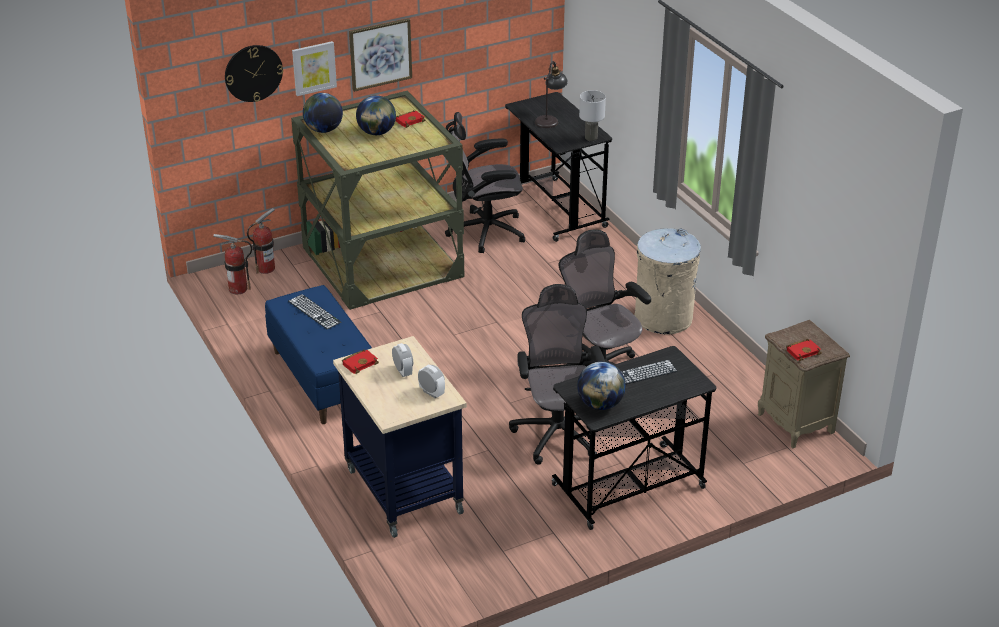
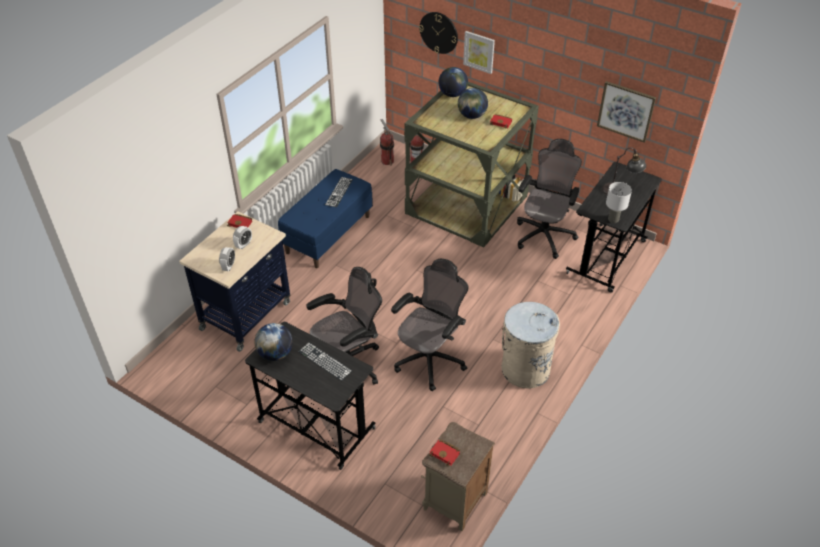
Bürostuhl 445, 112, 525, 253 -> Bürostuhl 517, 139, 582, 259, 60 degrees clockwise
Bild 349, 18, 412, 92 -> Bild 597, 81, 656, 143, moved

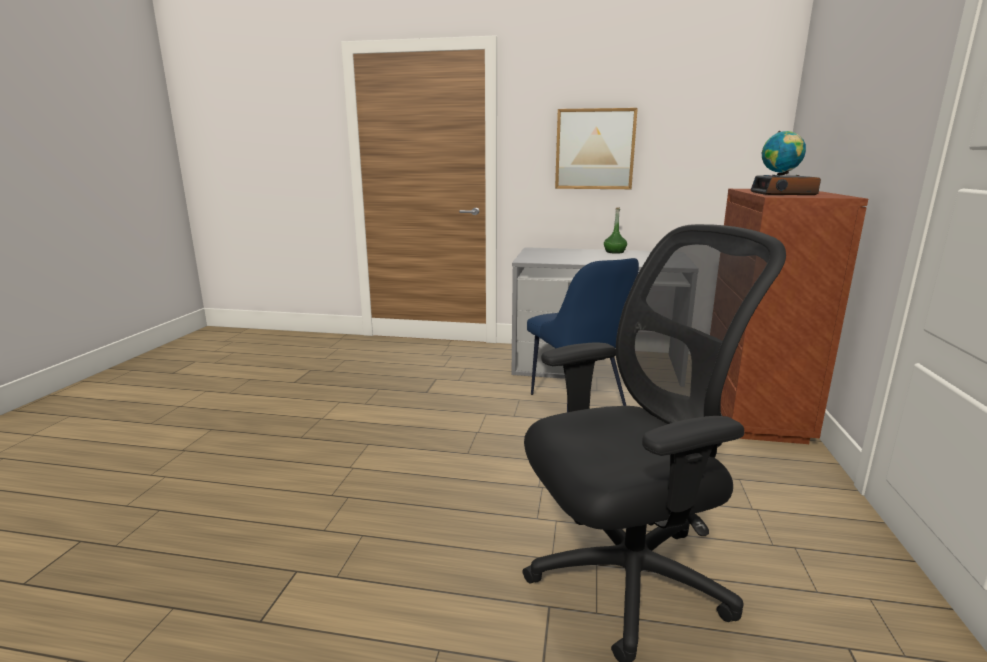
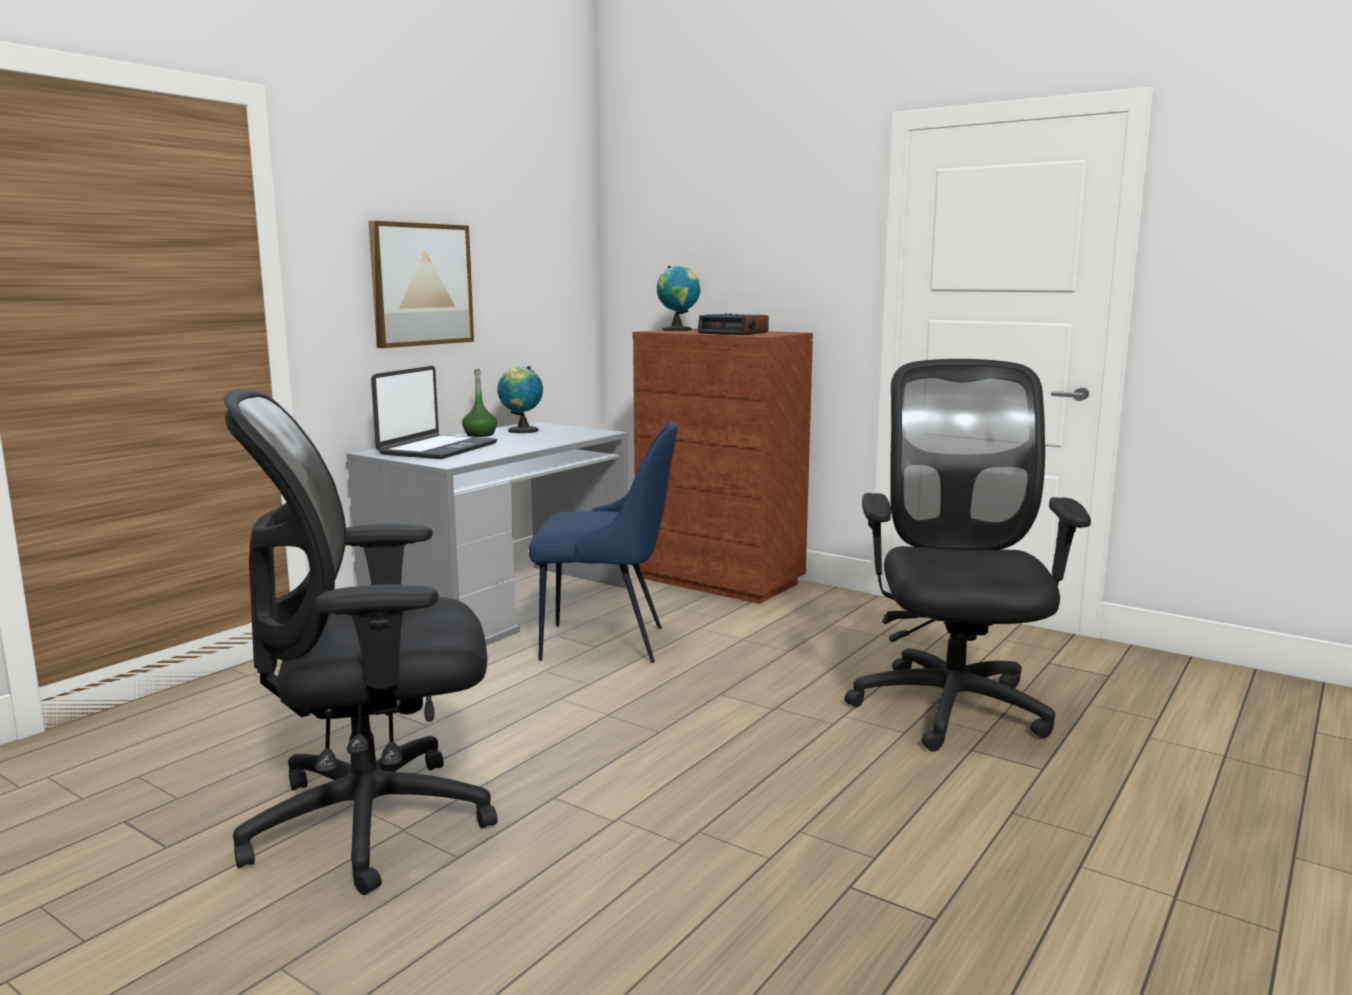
none -> Bürostuhl/schwarz 223, 390, 498, 895
none -> Laptop 371, 366, 497, 459
none -> Globus 497, 366, 543, 433

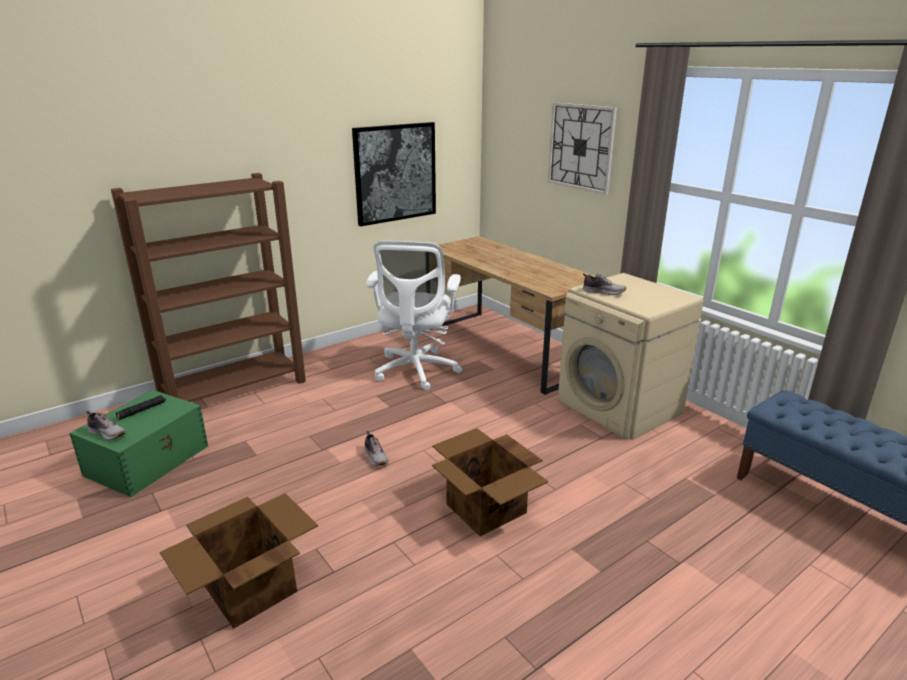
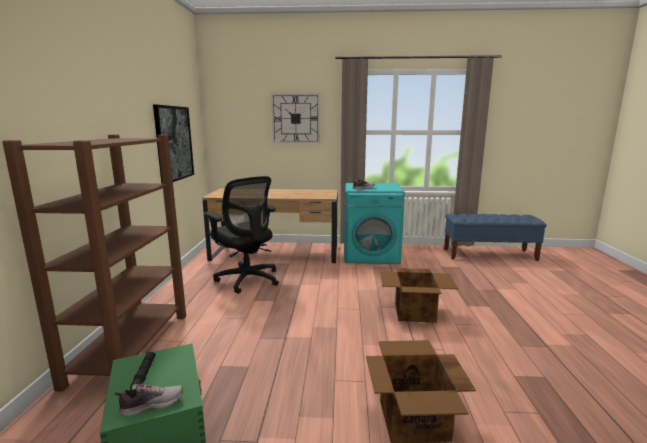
Bürostuhl/weiß 366, 241, 462, 390 -> Bürostuhl/schwarz 204, 176, 279, 294
Waschmaschine/beige 558, 273, 704, 440 -> Waschmaschine/türkis 344, 183, 405, 264
Schuh 364, 431, 388, 466 -> none

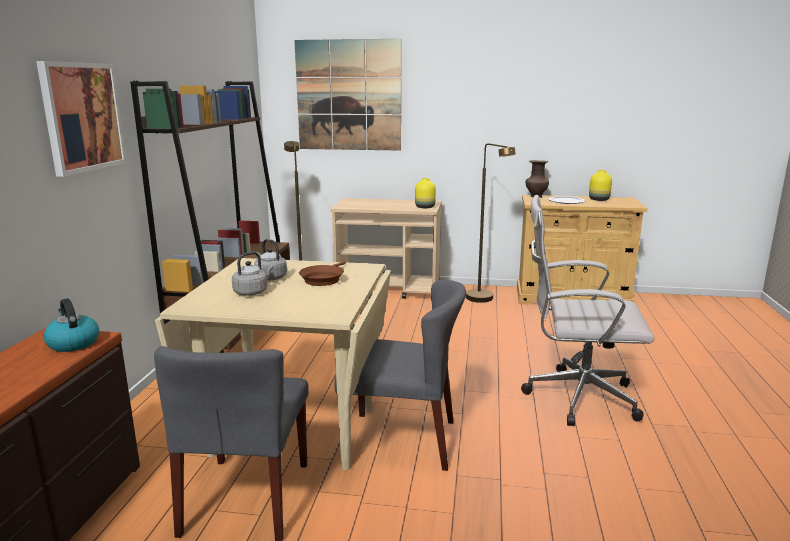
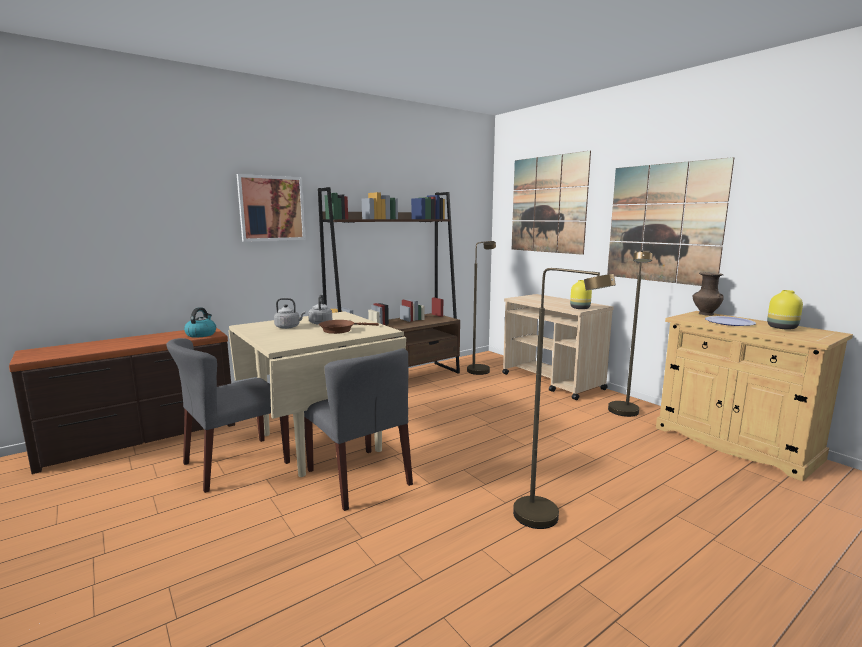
Bürostuhl/weiß 521, 195, 654, 426 -> Stehlampe/braun 513, 268, 616, 529
none -> Bild 607, 157, 734, 286

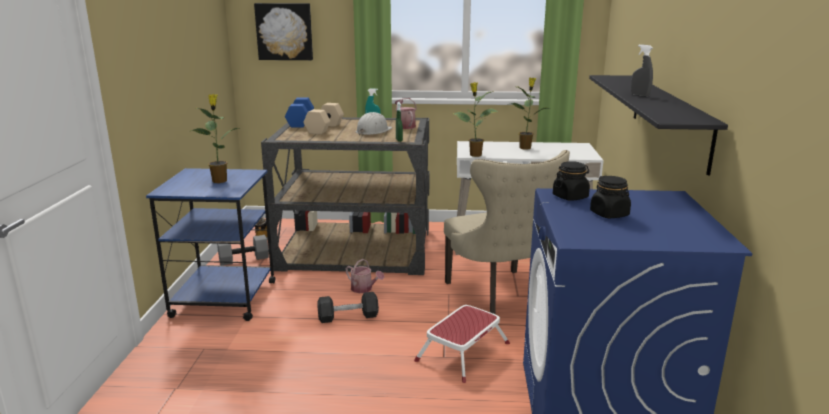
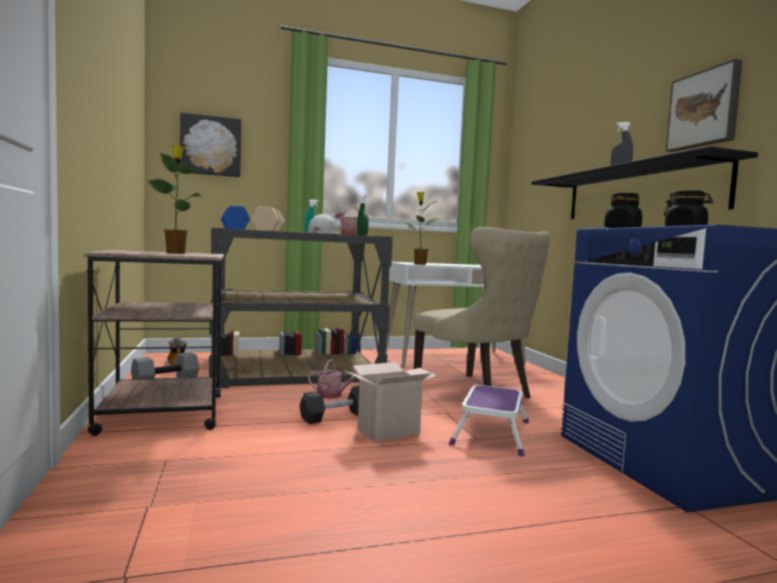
Rollwagen/blau 146, 168, 275, 321 -> Rollwagen/braun 84, 250, 224, 436
none -> Karton 344, 362, 438, 442
Trittleiter/rot 414, 305, 510, 383 -> Trittleiter/lila 449, 385, 529, 457
none -> Bild 666, 59, 743, 152
Topfpflanze 511, 77, 551, 150 -> none

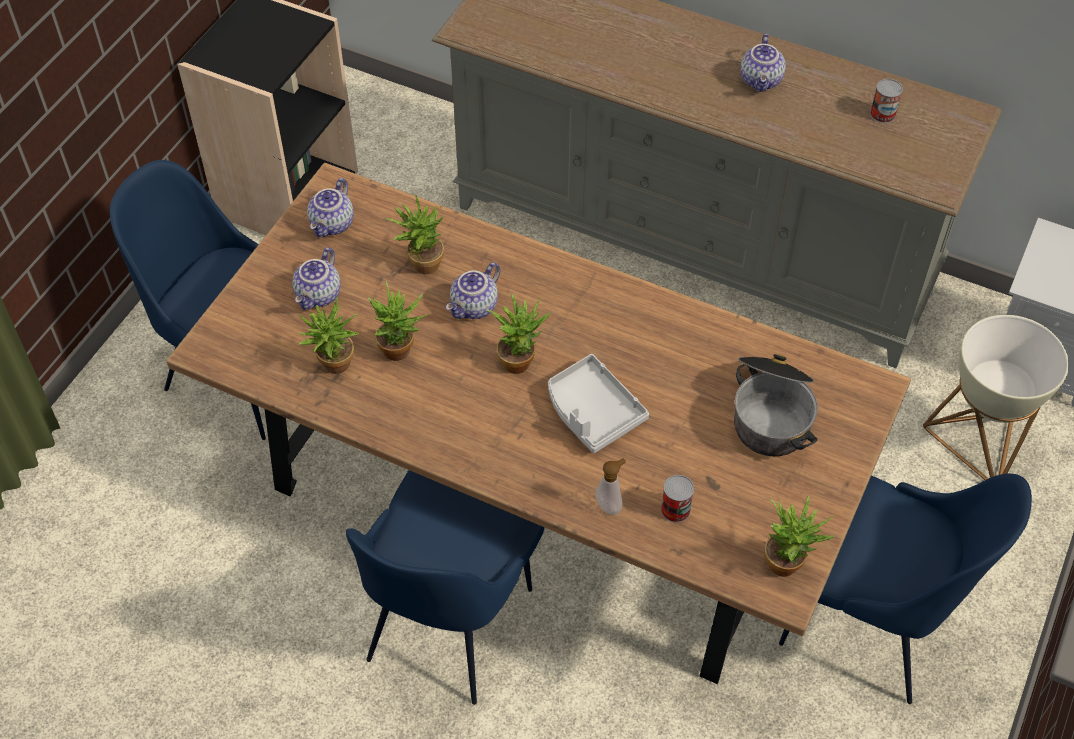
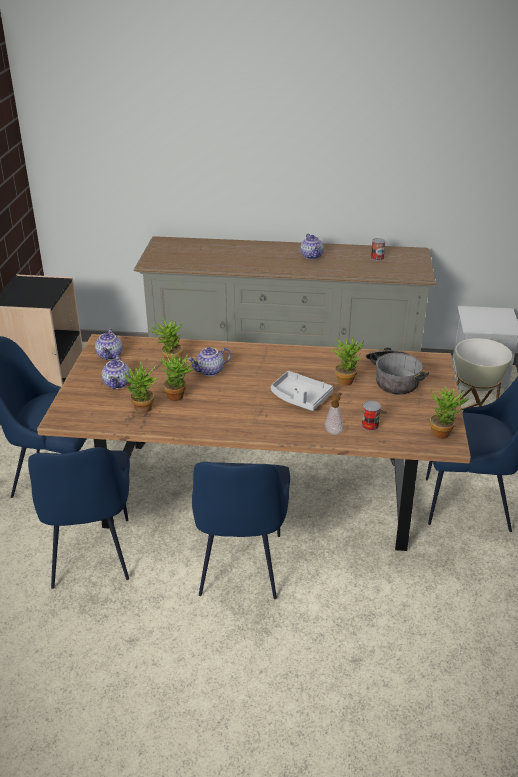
none -> Stuhl/blau 28, 447, 130, 589
Teekanne 446, 262, 500, 319 -> Teekanne 187, 347, 231, 376, 45 degrees clockwise
Topfpflanze 487, 293, 551, 374 -> Topfpflanze 331, 338, 364, 386, moved

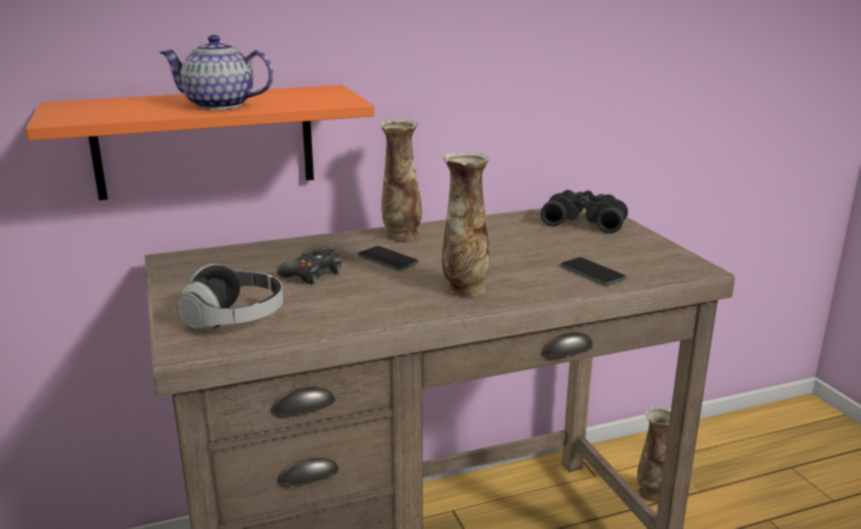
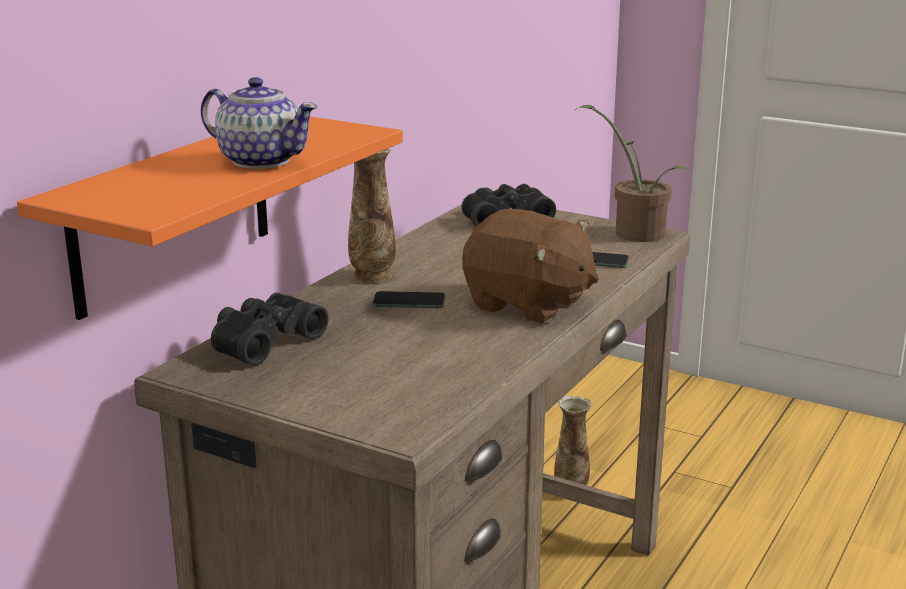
Teekanne 160, 35, 274, 110 -> Teekanne 201, 77, 317, 169, 120 degrees counterclockwise
none -> Fernglas/schwarz 211, 292, 329, 366
Vase 442, 152, 490, 297 -> Plüschtier/braun 462, 209, 599, 323
none -> Topfpflanze 575, 105, 690, 242
Kopfhörer 177, 264, 283, 330 -> none
Gamepad/schwarz 277, 247, 341, 284 -> none

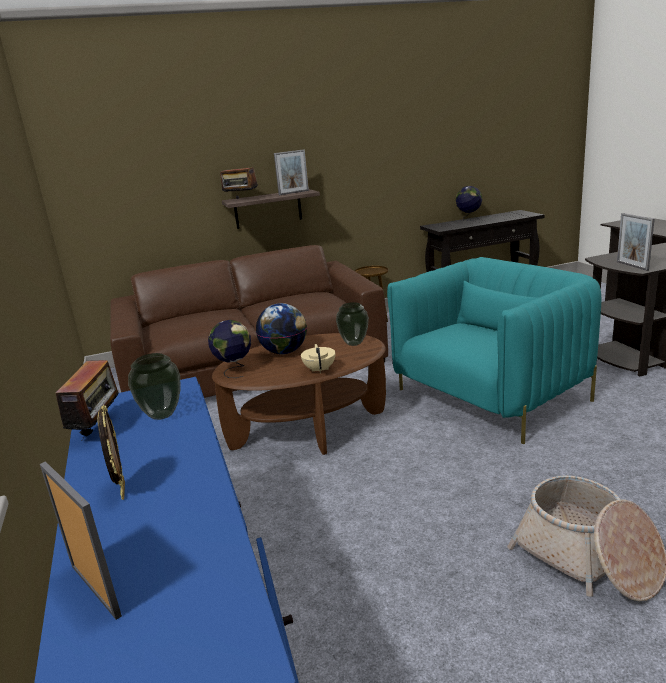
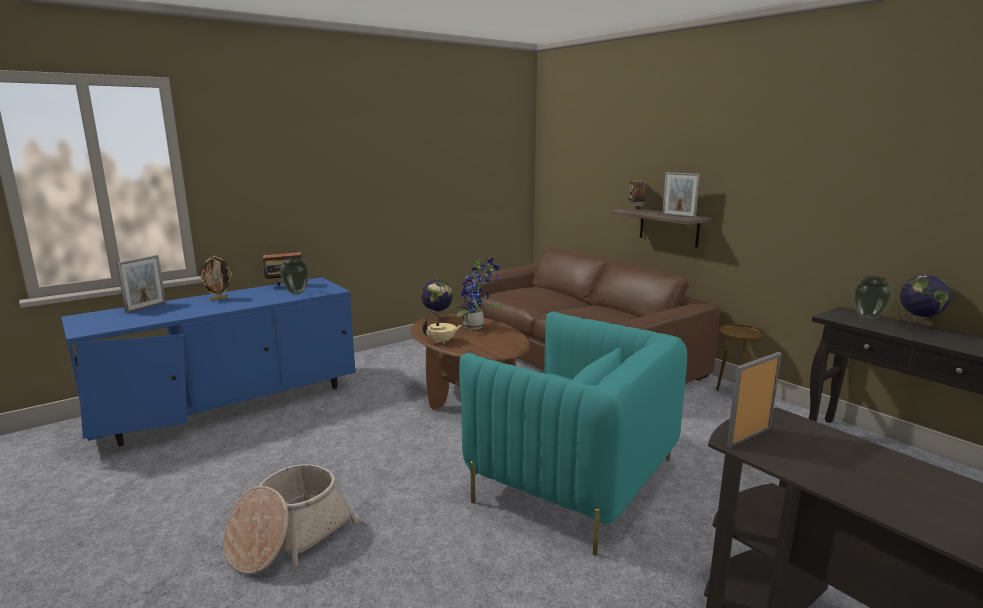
Globus 256, 303, 307, 354 -> Topfpflanze 451, 258, 503, 330
Vase 336, 302, 369, 346 -> Vase 854, 276, 892, 320, moved

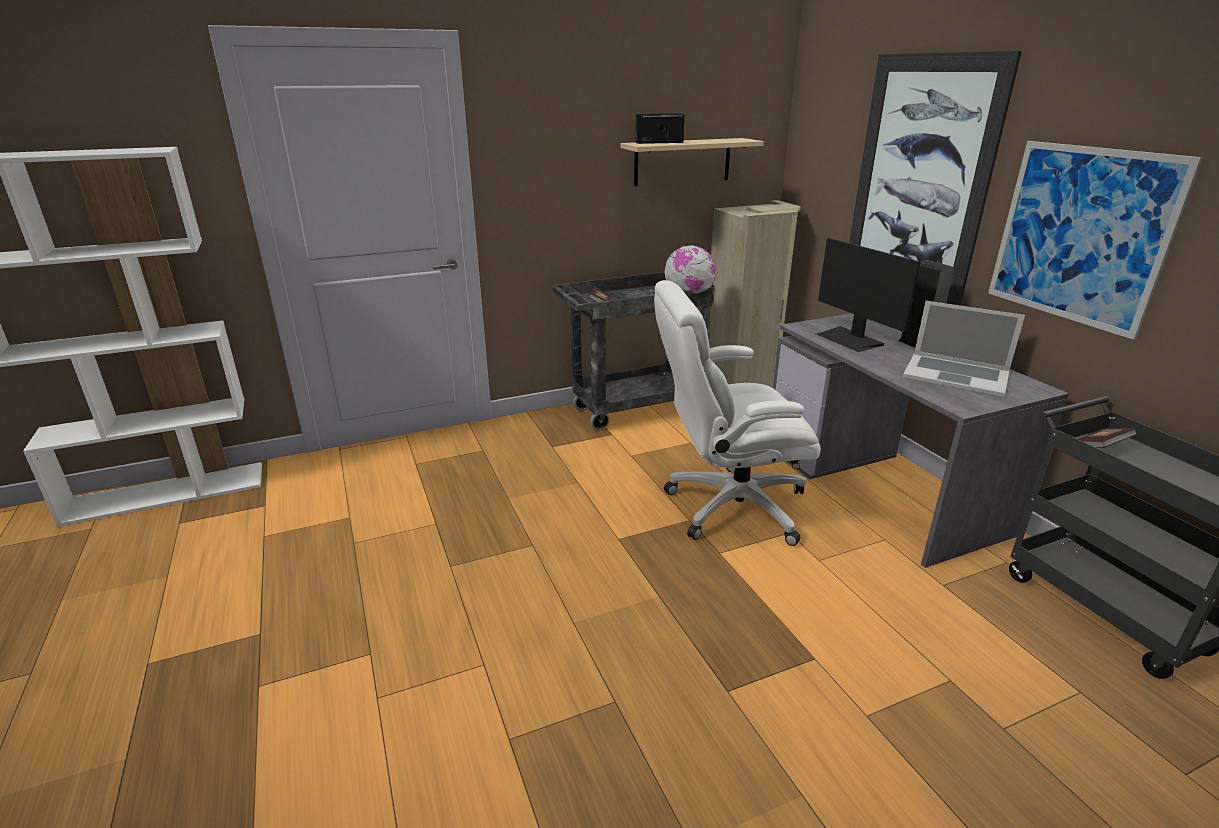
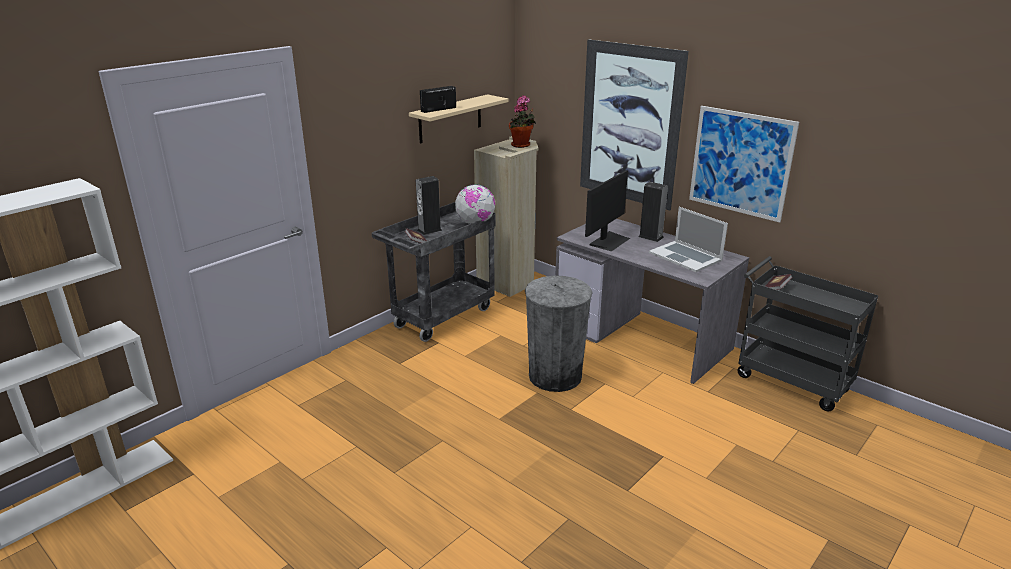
none -> Lautsprecher 416, 176, 442, 235
none -> Topfpflanze 509, 95, 536, 148
Bürostuhl/weiß 654, 280, 821, 546 -> Mülleimer/grau 525, 276, 593, 392
Monitor 816, 238, 921, 352 -> Monitor 585, 170, 630, 251, 90 degrees counterclockwise
Laptop 903, 301, 1025, 397 -> Laptop 649, 207, 728, 272, 45 degrees clockwise

